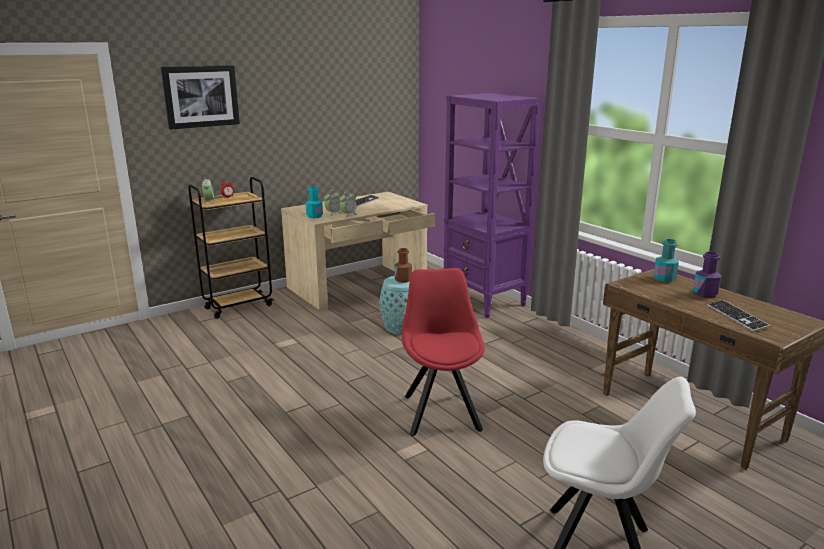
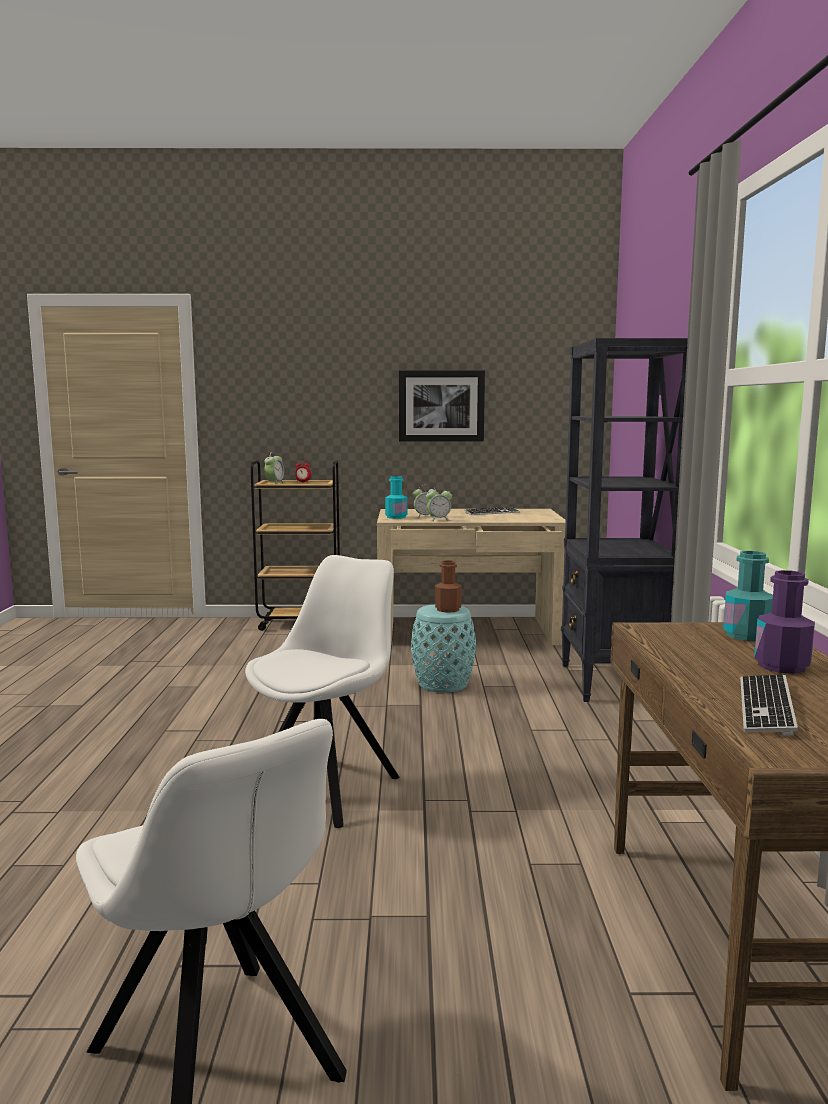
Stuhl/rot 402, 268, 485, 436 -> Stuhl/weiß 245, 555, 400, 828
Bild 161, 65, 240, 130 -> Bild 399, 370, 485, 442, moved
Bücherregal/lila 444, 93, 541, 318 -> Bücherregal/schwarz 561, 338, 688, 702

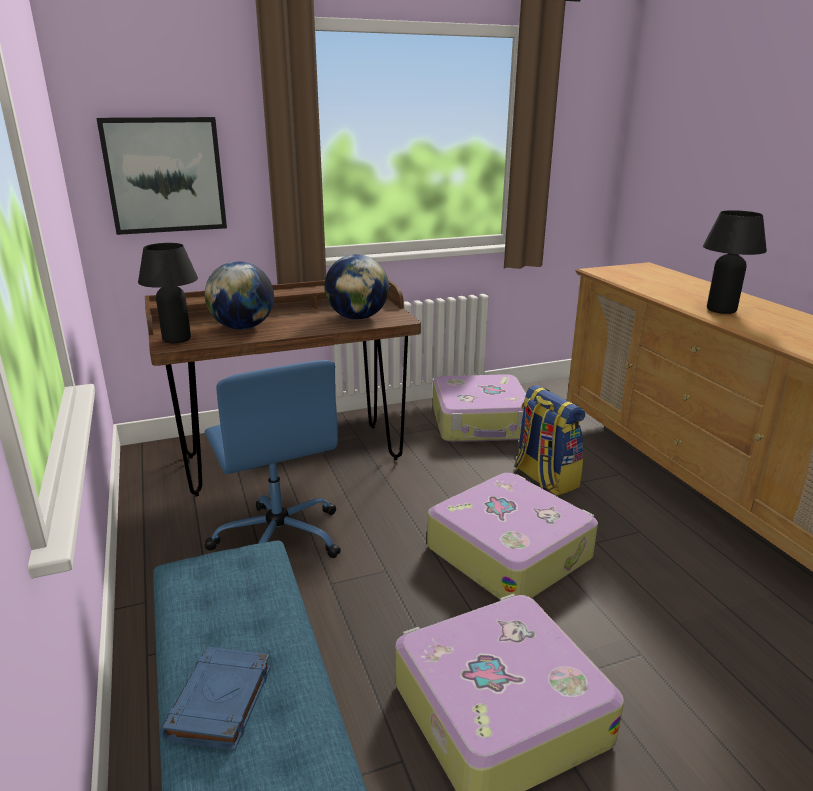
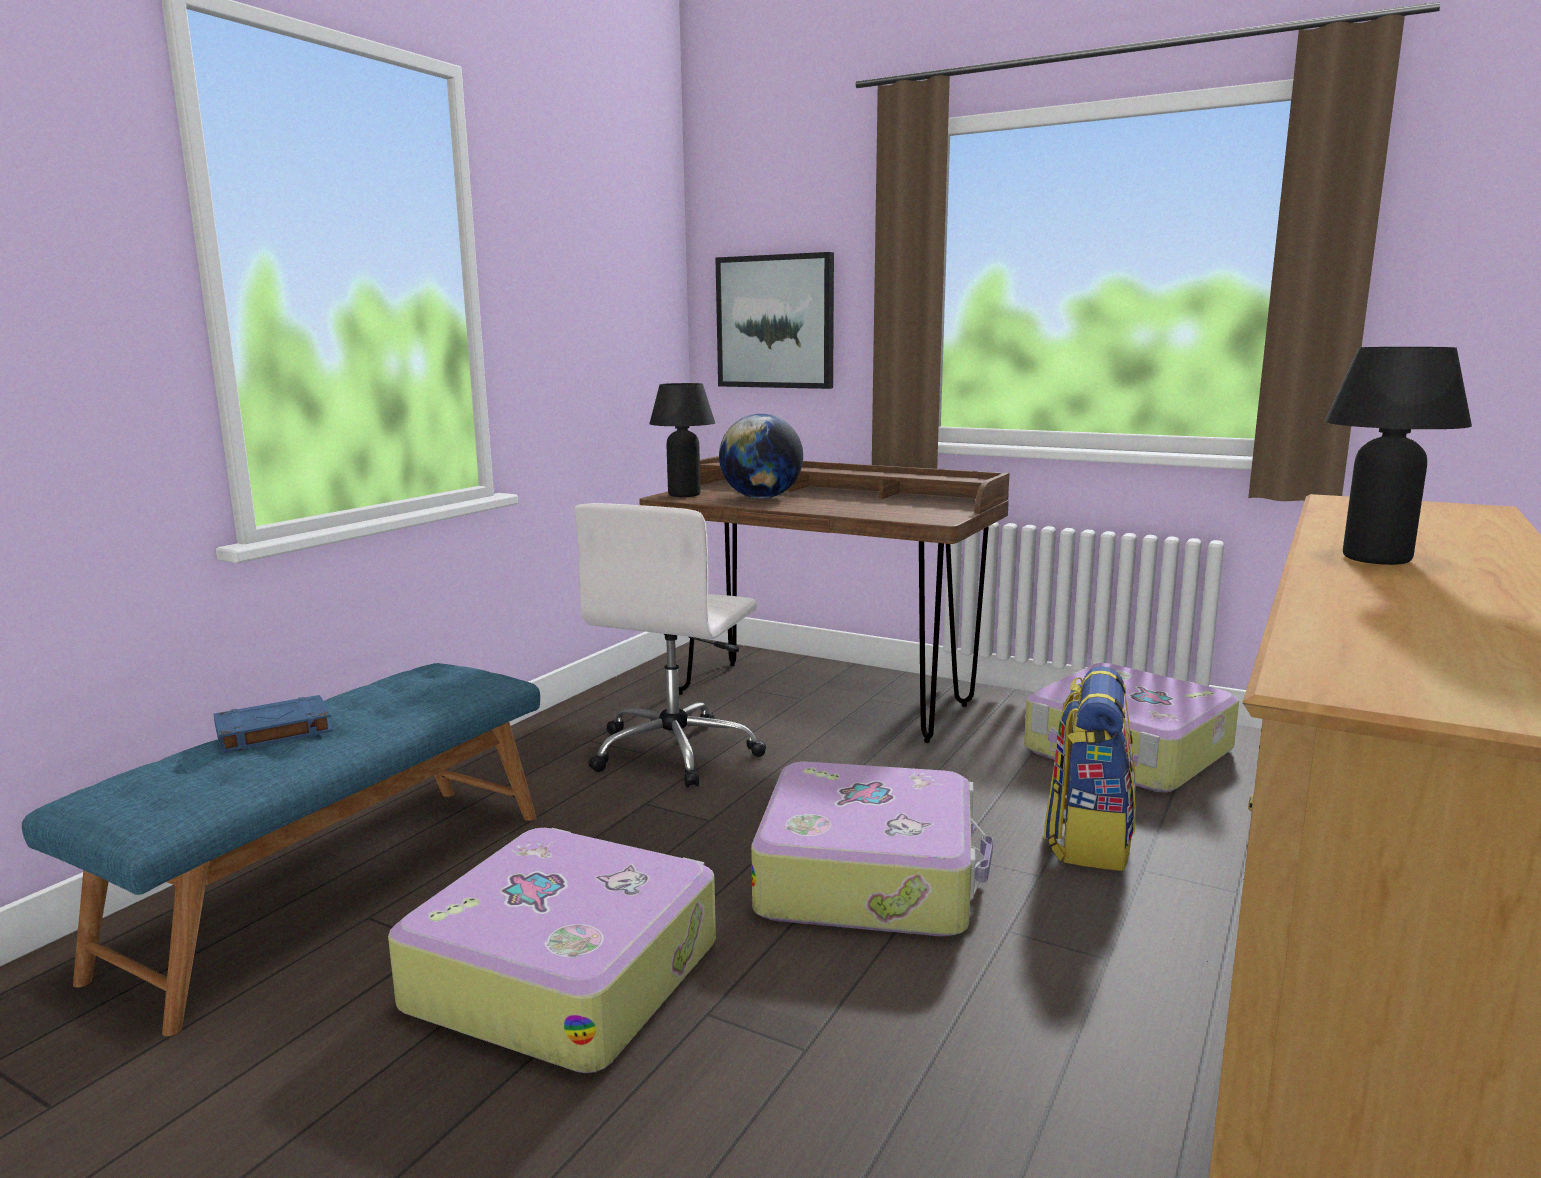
Bürostuhl/blau 204, 360, 341, 558 -> Bürostuhl/weiß 574, 503, 766, 788
Globus 324, 254, 389, 319 -> none

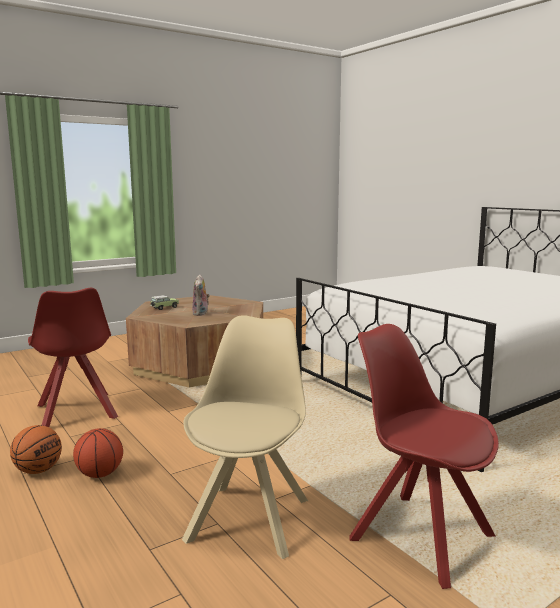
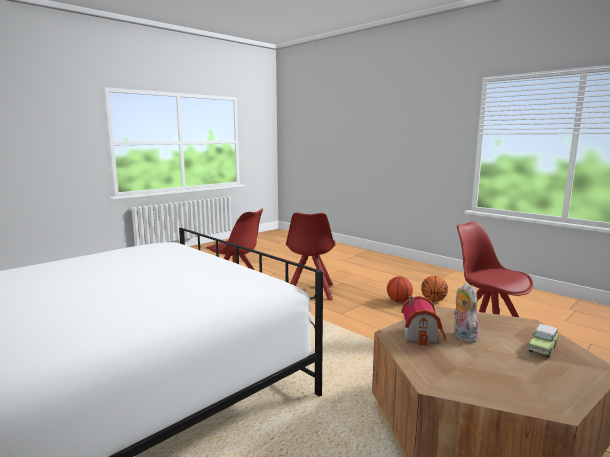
Stuhl/beige 182, 316, 308, 559 -> Stuhl/rot 286, 212, 336, 301
none -> Spielzeughaus 401, 296, 446, 346

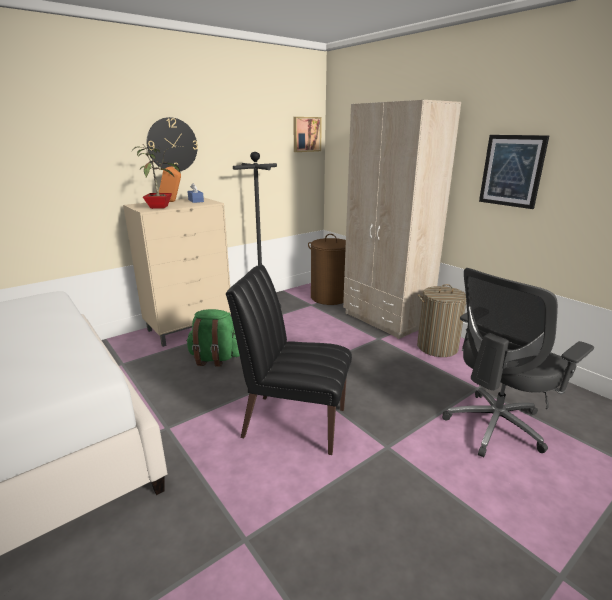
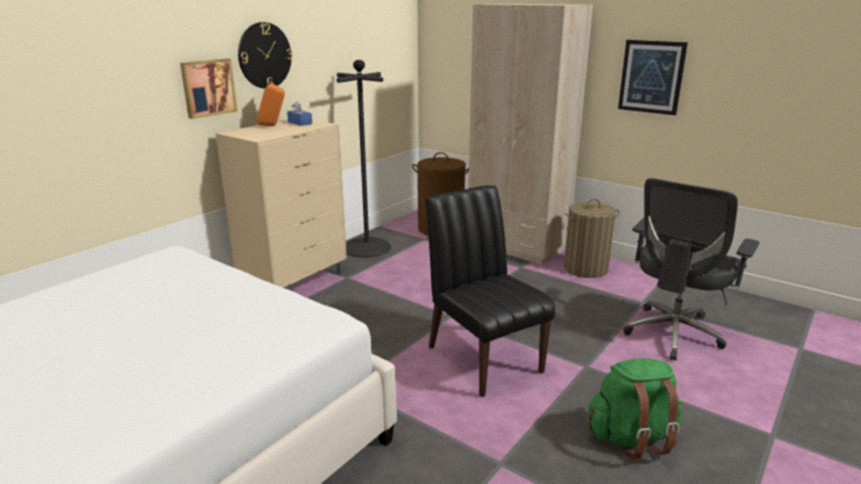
Bild 293, 117, 322, 152 -> Bild 180, 59, 237, 119, moved
Stuhl/schwarz 226, 265, 352, 455 -> Stuhl/schwarz 425, 185, 555, 397, 60 degrees clockwise
Rucksack/grün 186, 309, 240, 367 -> Rucksack/grün 587, 358, 682, 459, moved
Topfpflanze 133, 144, 181, 209 -> none

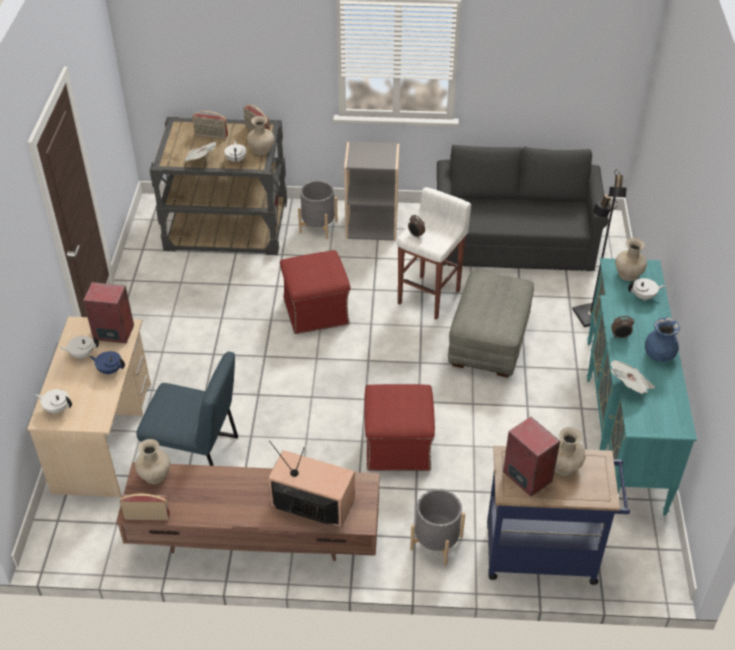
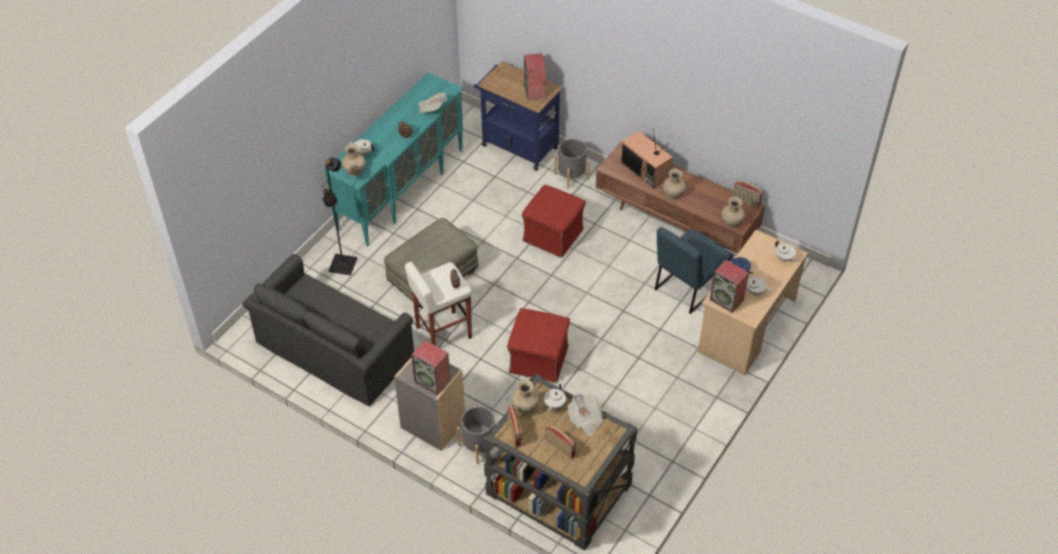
none -> Lautsprecher 411, 340, 450, 395
Stuhl/blau 136, 351, 238, 466 -> Stuhl/blau 655, 227, 731, 314, 90 degrees counterclockwise
Vase/beige 555, 427, 586, 476 -> Vase/beige 663, 169, 686, 200, moved
Vase/blau 645, 317, 680, 362 -> none

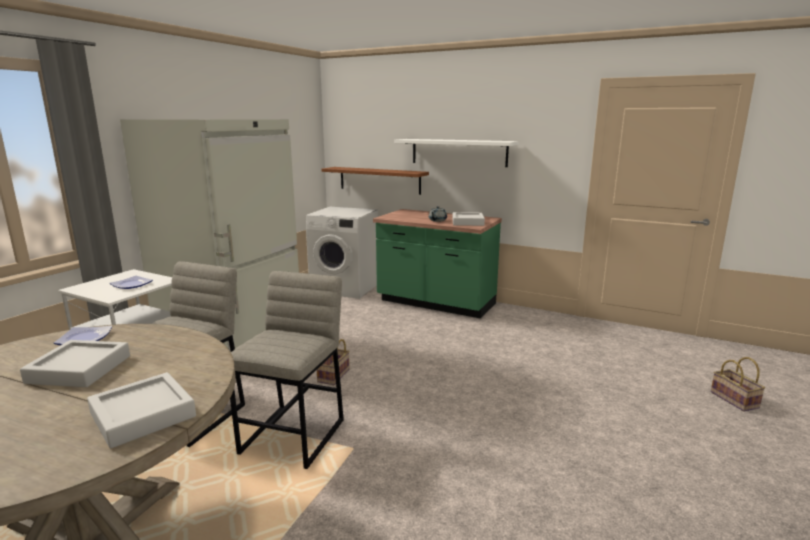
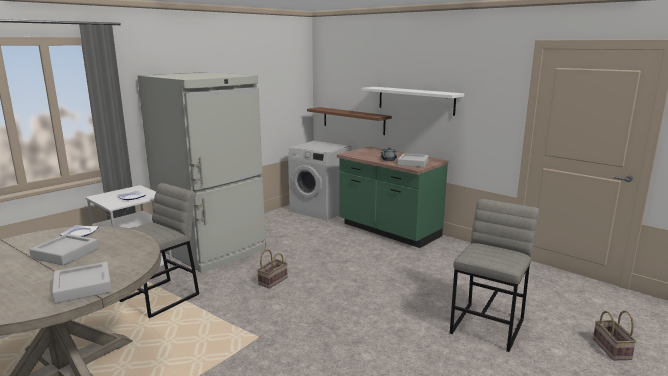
Stuhl/grau 230, 271, 344, 469 -> Stuhl/grau 450, 199, 539, 352, moved

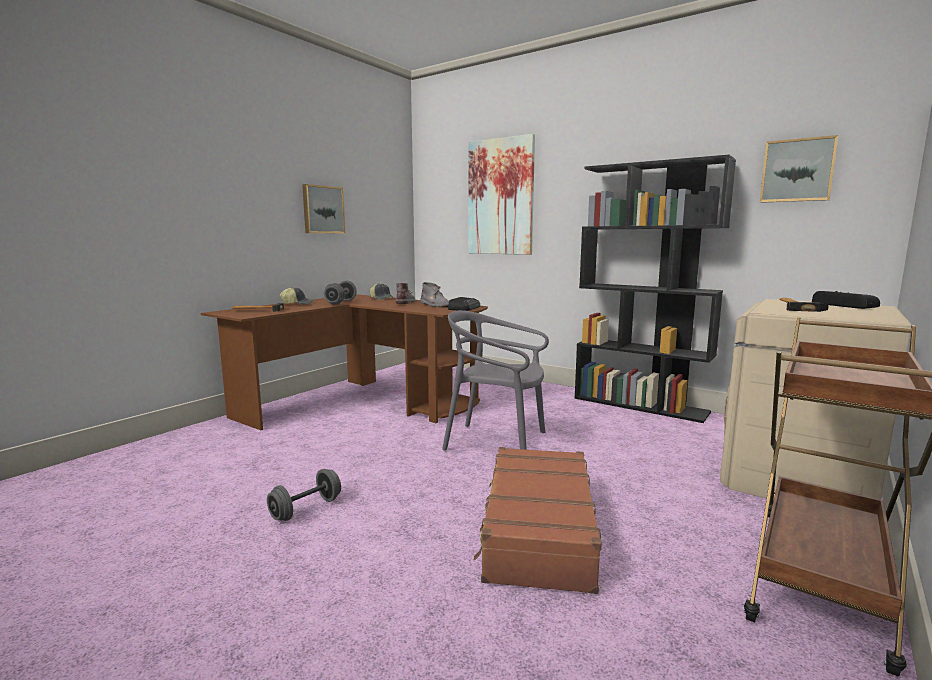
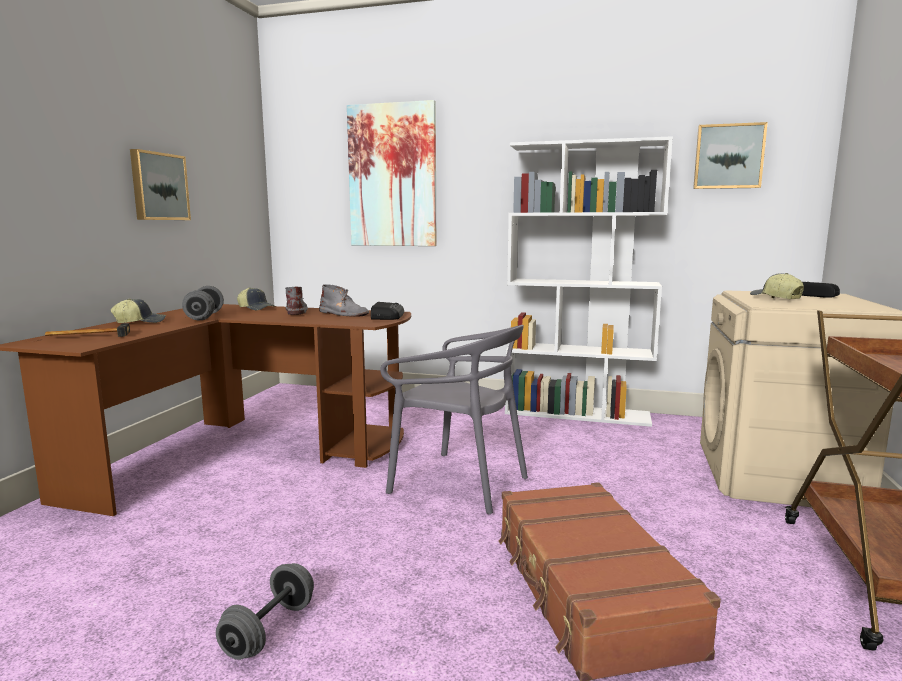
Stuhl/grau 442, 310, 549, 451 -> Stuhl/grau 380, 325, 528, 514, 150 degrees counterclockwise
Bücherregal/schwarz 574, 155, 736, 423 -> Bücherregal/weiß 505, 136, 673, 427
Hammer 779, 298, 829, 312 -> Kappe 750, 273, 804, 299

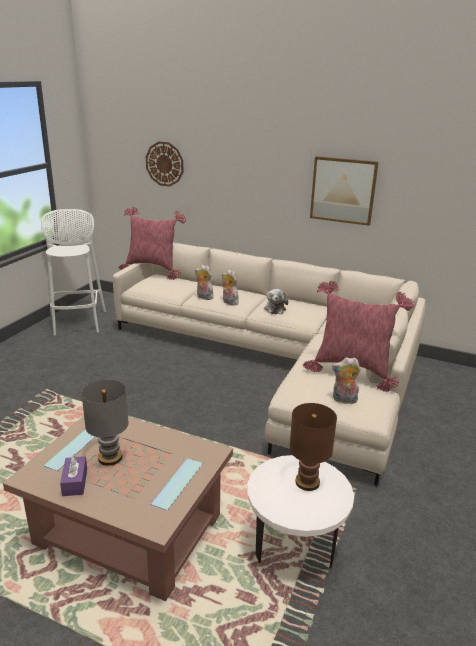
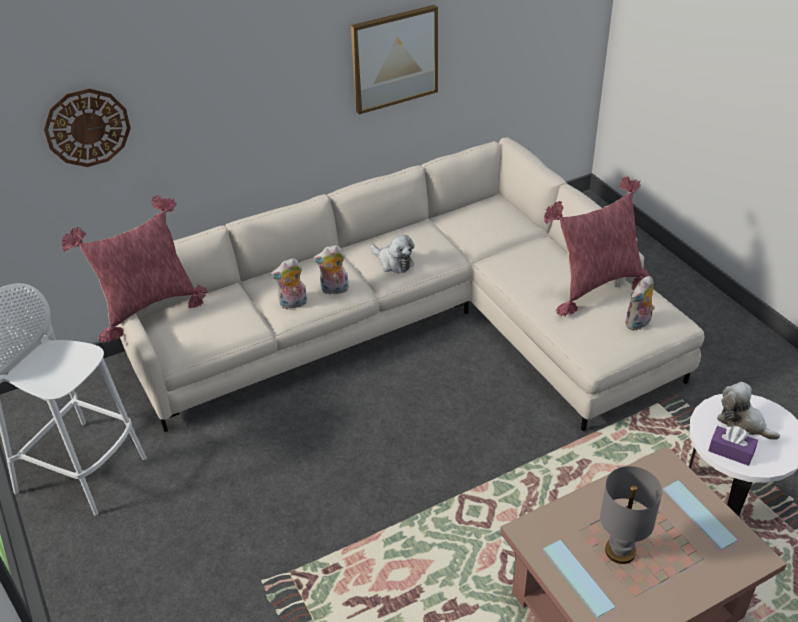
Taschentuchbox/lila 60, 454, 87, 496 -> Taschentuchbox/lila 708, 426, 758, 466, moved
Tischlampe/braun 289, 403, 337, 491 -> Plüschtier 717, 382, 780, 440

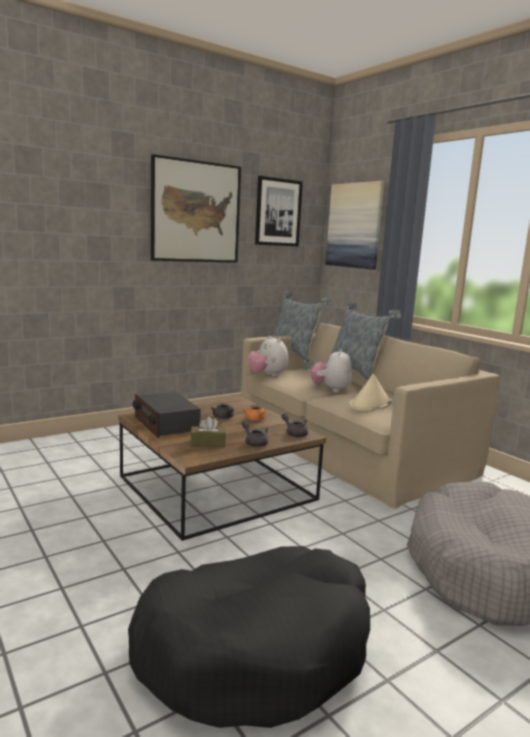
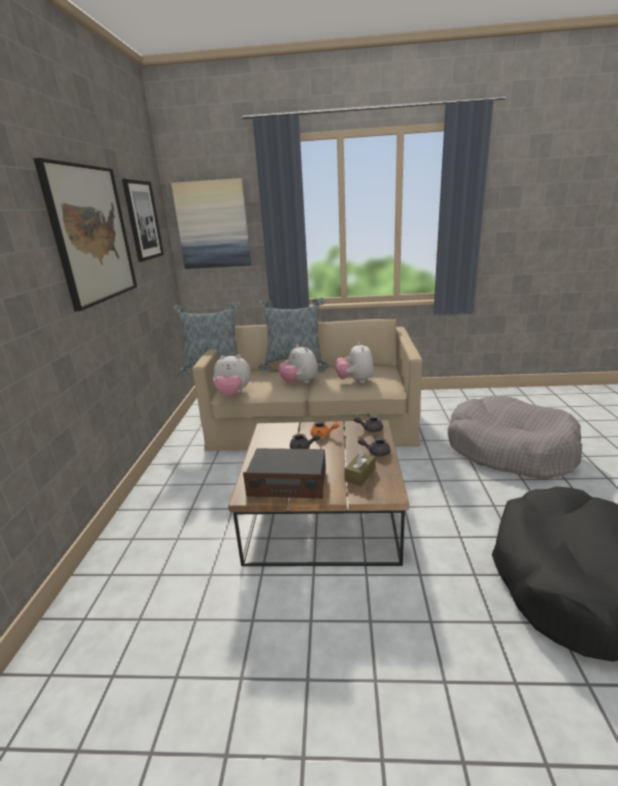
Hut/beige 349, 374, 392, 412 -> Plüschtier 335, 342, 374, 383

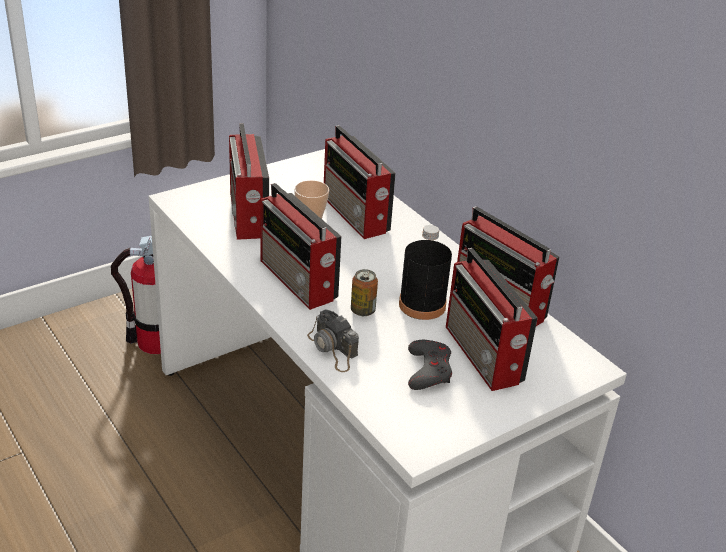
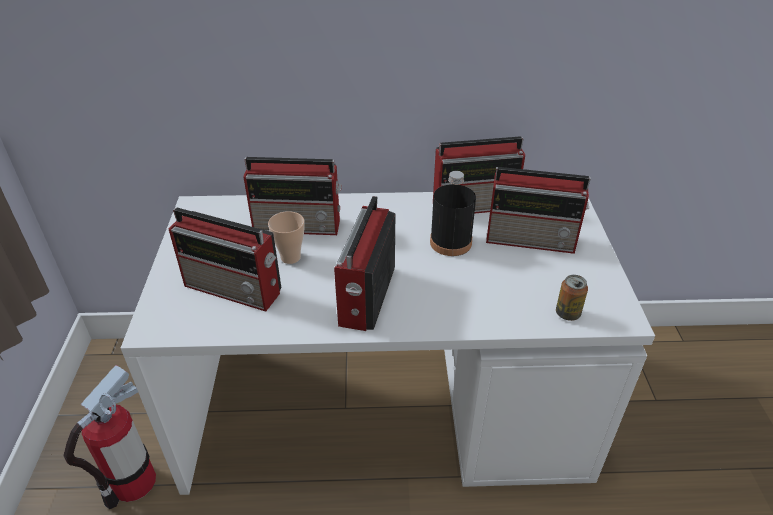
Radio 260, 183, 342, 310 -> Radio 334, 196, 395, 331, 105 degrees clockwise
Dose 351, 269, 378, 316 -> Dose 556, 275, 588, 321, moved
Kamera 307, 309, 359, 372 -> none
Gamepad/grau 408, 340, 452, 390 -> none

